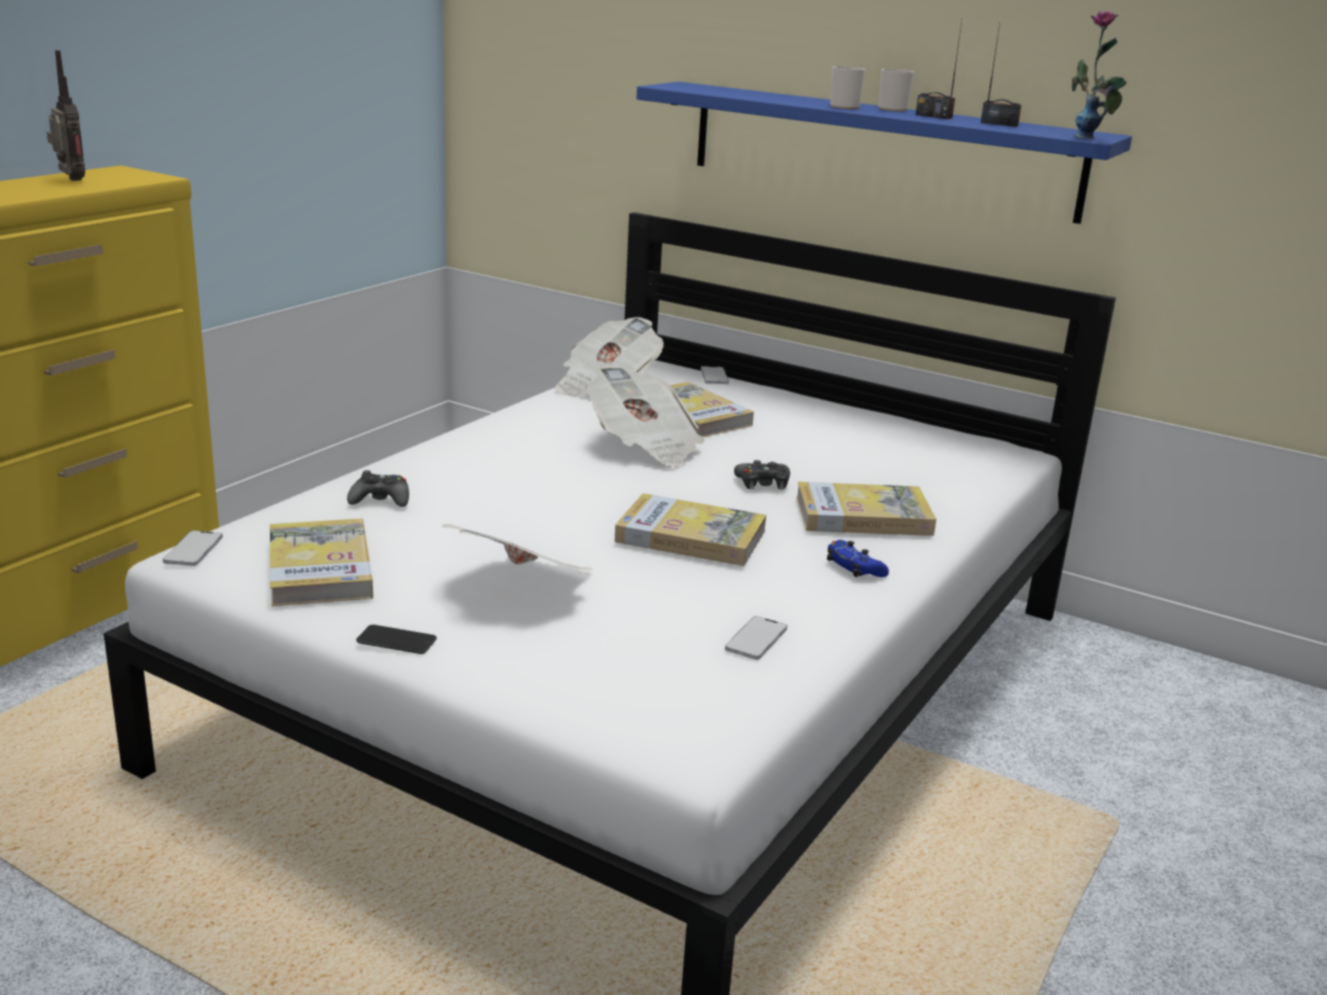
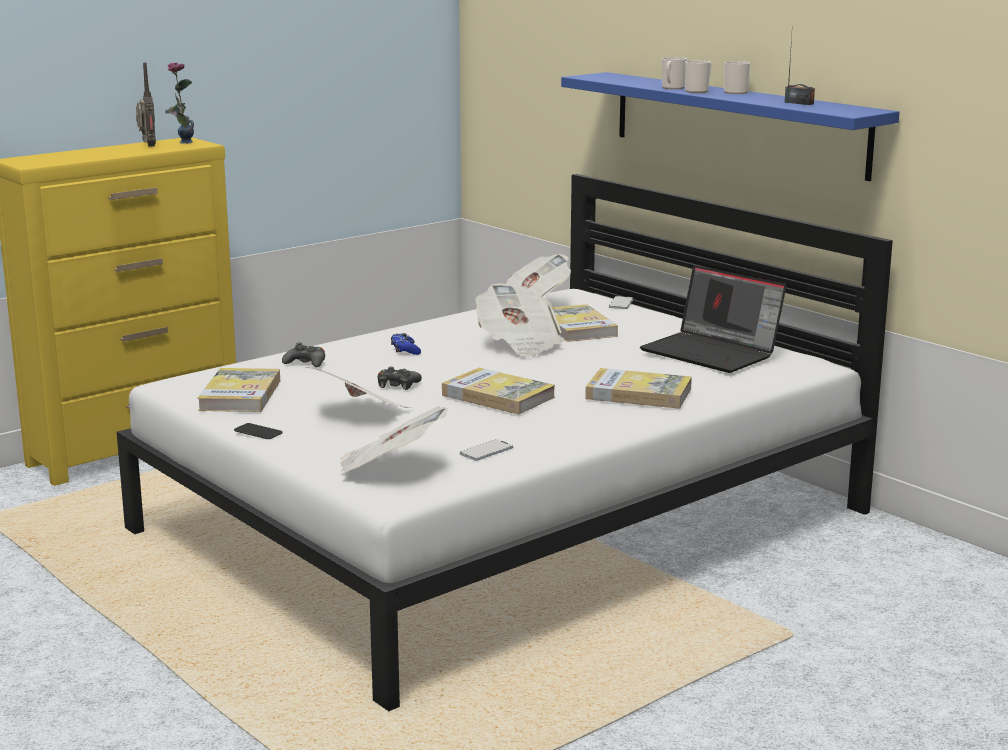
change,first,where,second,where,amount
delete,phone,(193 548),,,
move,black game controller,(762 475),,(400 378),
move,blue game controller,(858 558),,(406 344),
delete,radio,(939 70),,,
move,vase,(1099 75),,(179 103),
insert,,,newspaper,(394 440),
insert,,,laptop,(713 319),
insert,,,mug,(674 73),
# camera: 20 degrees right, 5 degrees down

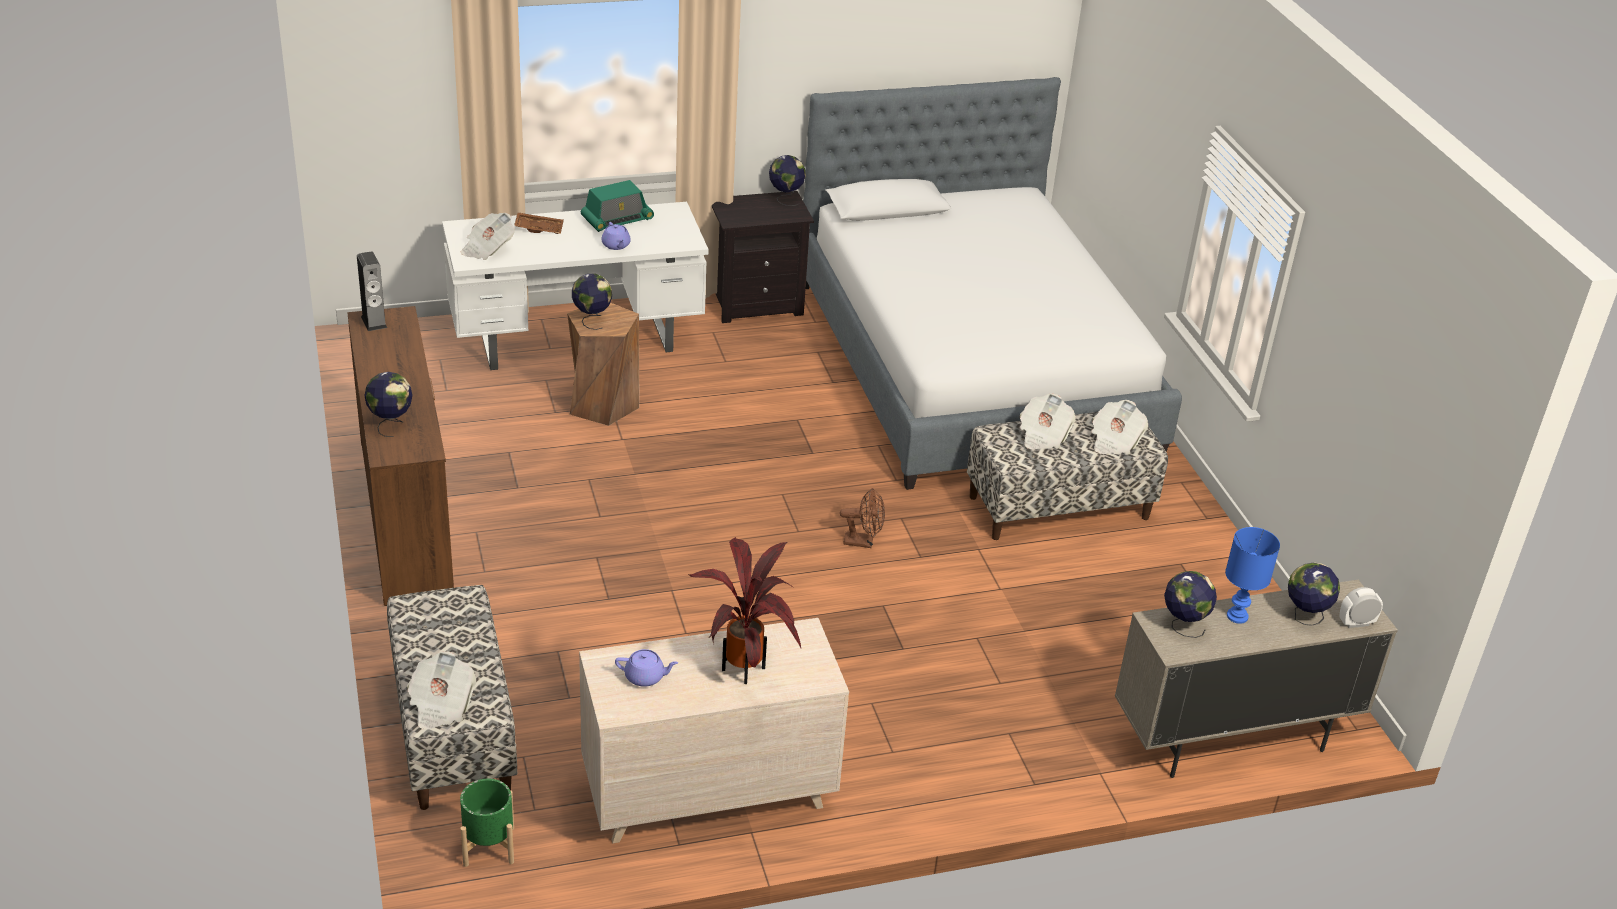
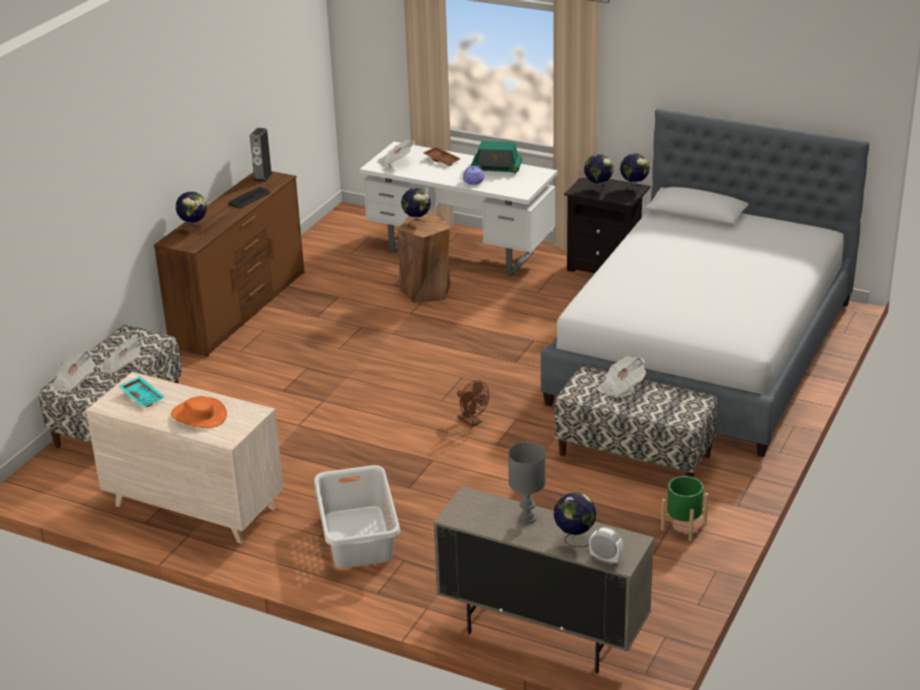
change,first,where,second,where,amount
move,green planter,(487 823),,(685 508),
replace,purple teapot,(646 668),turquoise tray,(142 392),
replace,potted plant,(744 610),orange hat,(199 412),
move,newspaper,(1119 427),,(121 356),
move,globe,(1190 604),,(598 174),
recolor,blue table lamp,(1252 575),grey table lamp,(527 483),
insert,,,keyboard,(249 197),
insert,,,grey laundry basket,(357 516),
# camera: 45 degrees right, 5 degrees down

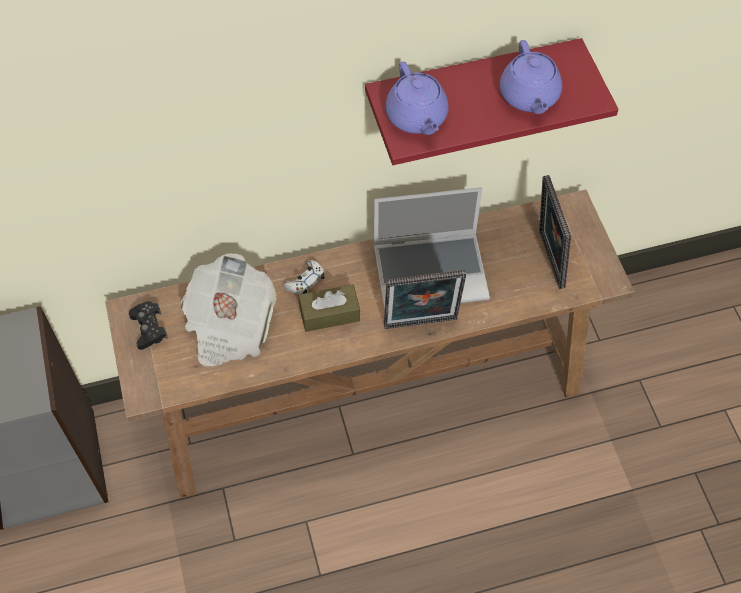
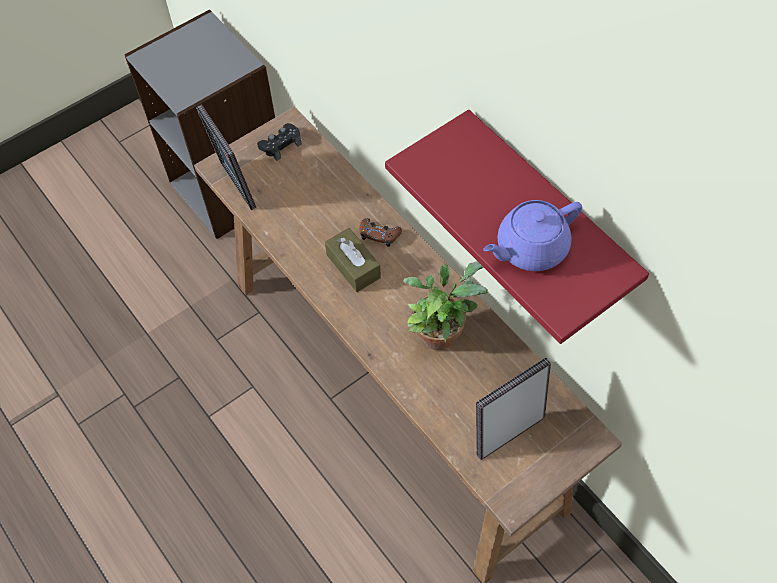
change,first,where,second,where,amount
delete,newspaper,(229 310),,,
recolor,white game controller,(304 277),brown game controller,(380 232),
replace,laptop,(432 249),potted plant,(445 305),
move,picture frame,(425 299),,(226 157),
delete,purple teapot,(417 98),,,
# camera: 70 degrees right, 0 degrees up

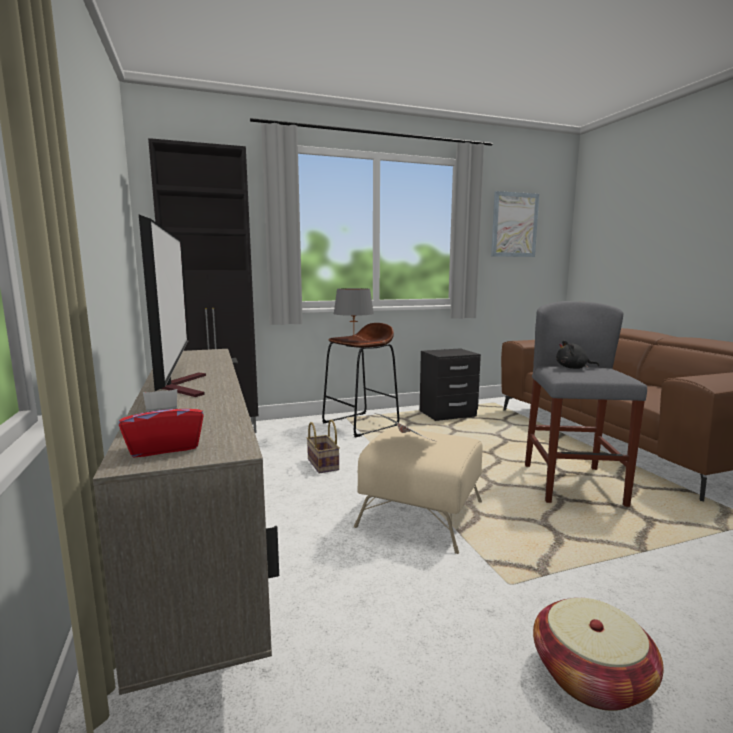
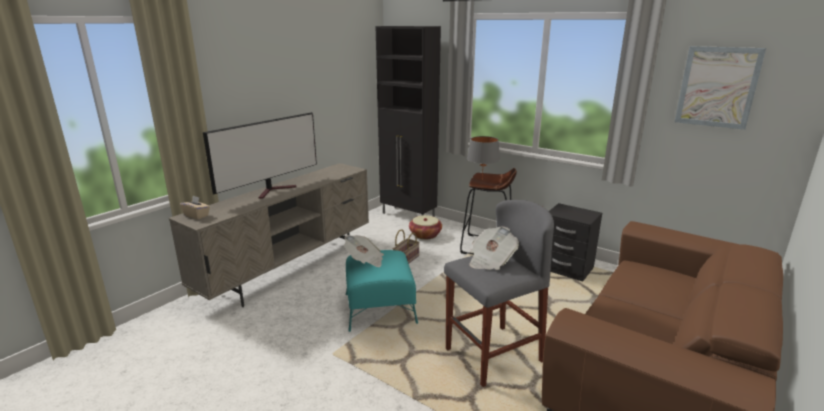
change,first,where,second,where,amount
recolor,red tissue box,(161 423),beige tissue box,(195 207),
recolor,beige ottoman,(418 490),turquoise ottoman,(382 291),
move,basket,(598 654),,(425 227),
replace,black plush toy,(577 354),newspaper,(494 248),
# camera: 55 degrees right, 10 degrees up

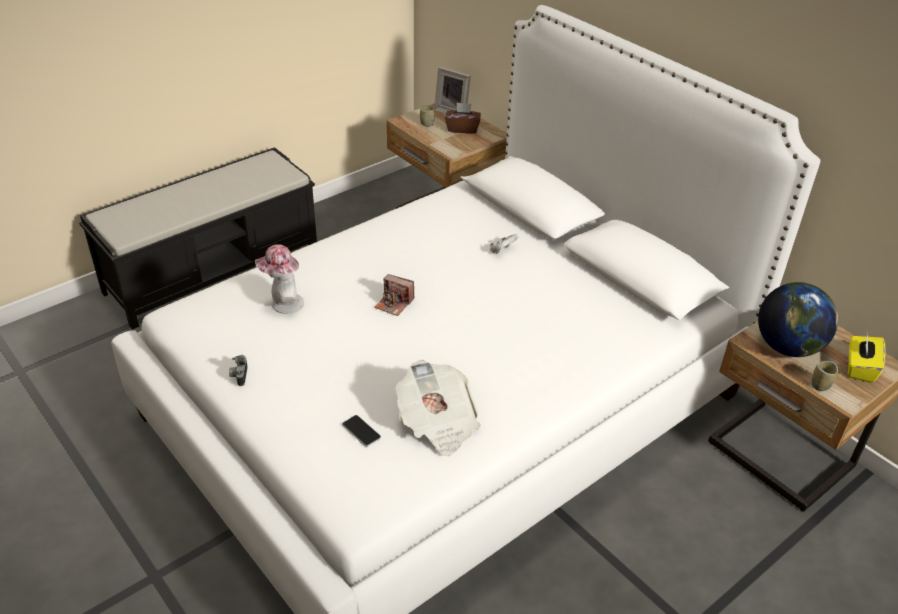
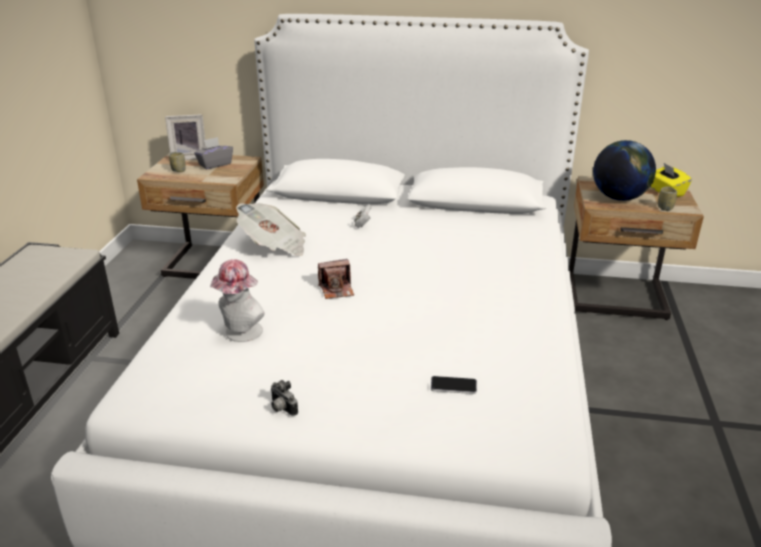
change,first,where,second,where,amount
move,newspaper,(438 408),,(271 229),
recolor,brown tissue box,(463 118),grey tissue box,(213 153),
# camera: 40 degrees left, 10 degrees down

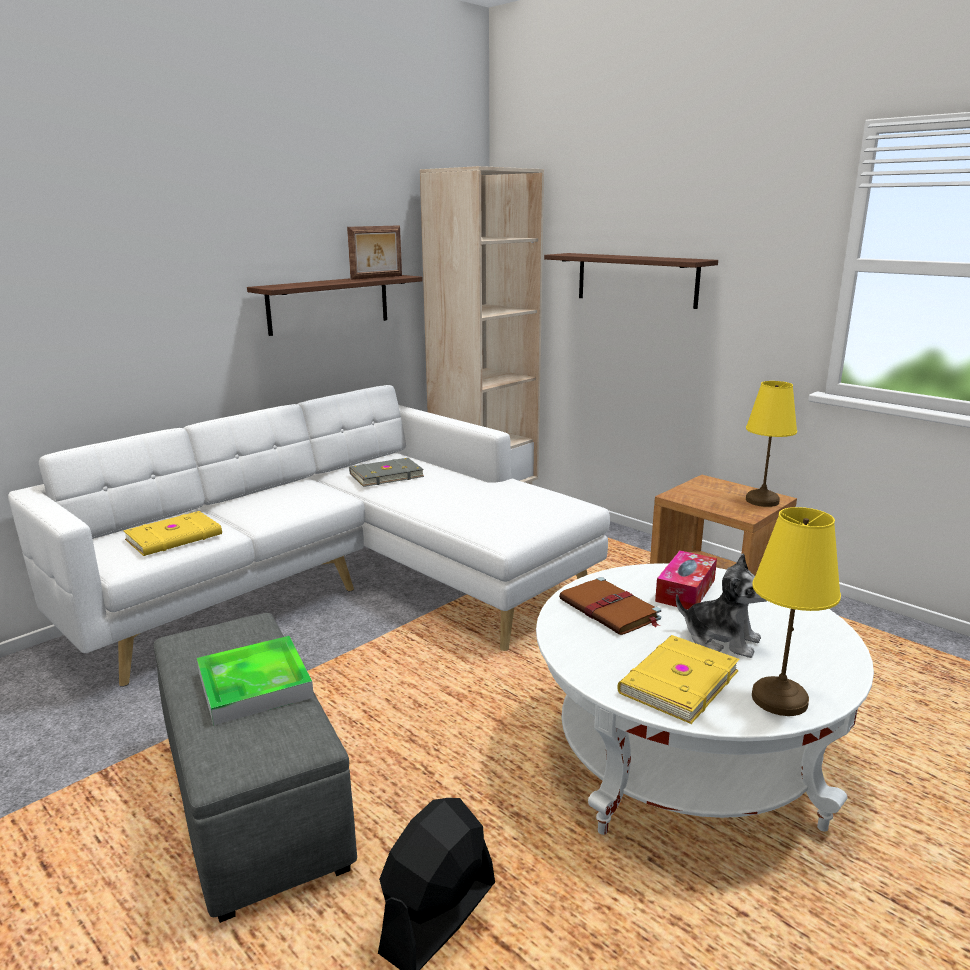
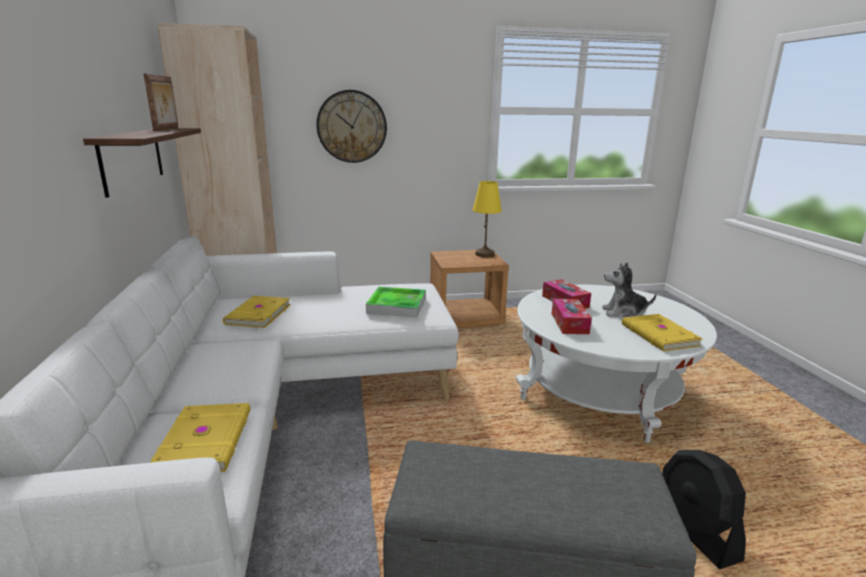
change,first,where,second,where,amount
move,tray,(255 681),,(396 302),
recolor,grey book,(386 472),yellow book,(257 312),
replace,shelf,(631 281),wall clock,(351 126),
replace,brown book,(610 606),tissue box,(572 316),
rotate,plush toy,(721 605),,(629 289),150 degrees counterclockwise
delete,yellow table lamp,(796 611),,,
# camera: 55 degrees left, 0 degrees up

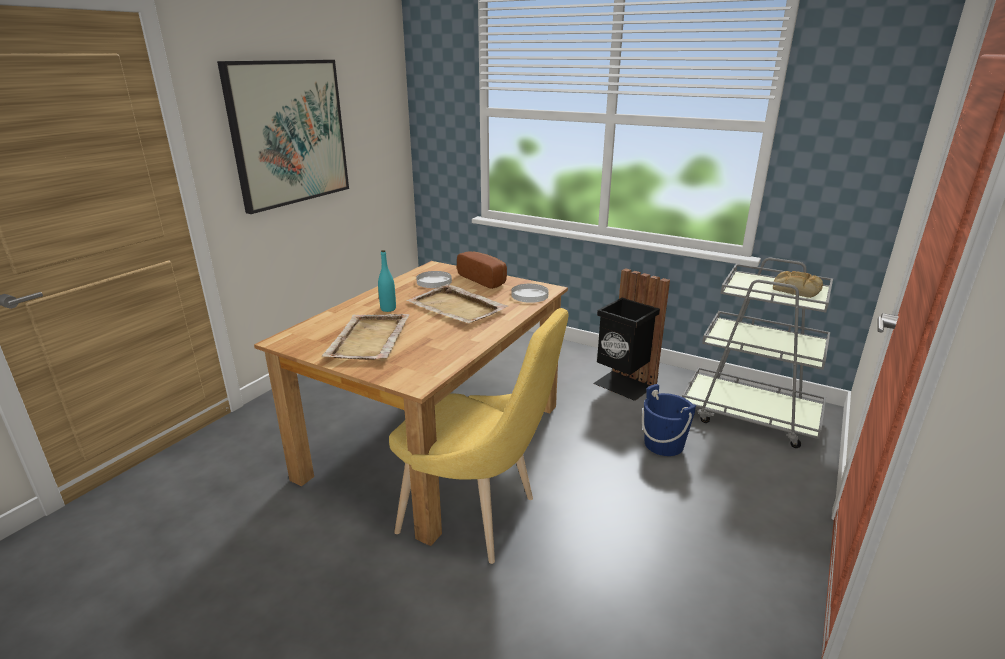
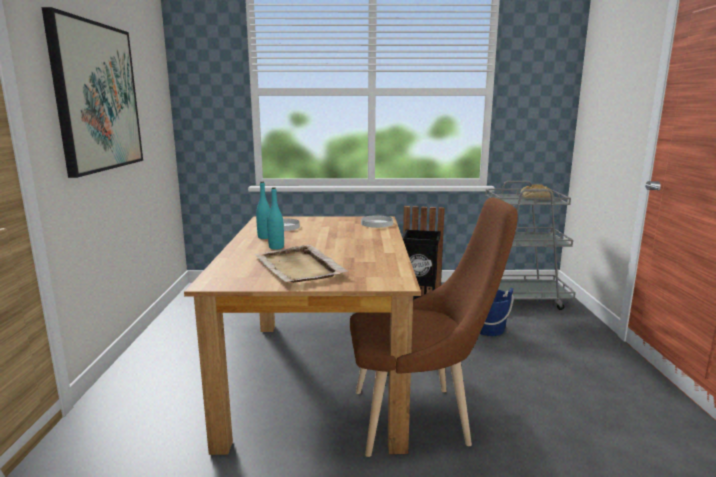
change,first,where,second,where,amount
recolor,yellow chair,(478 436),brown chair,(434 327),
delete,beige tray,(457 303),,,
delete,bread,(482 270),,,
insert,,,turquoise bottle,(263 210),
# camera: 30 degrees left, 10 degrees down

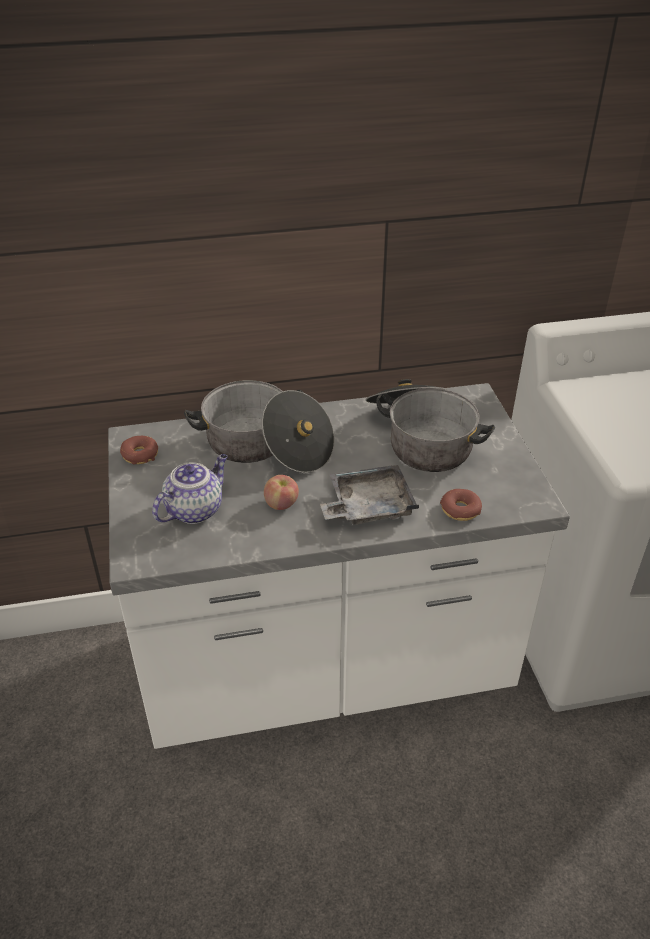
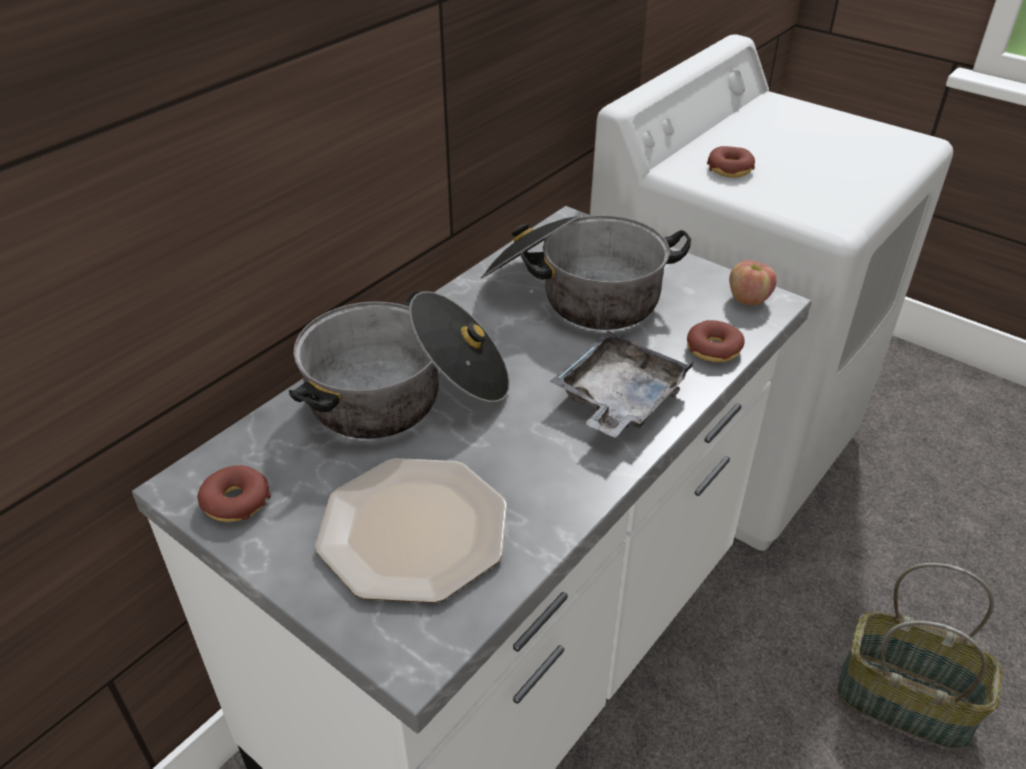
change,first,where,second,where,amount
replace,teapot,(190 489),plate,(411 530),
move,apple,(281 492),,(753 282),
insert,,,donut,(731 162),
insert,,,basket,(919 656),
# camera: 40 degrees left, 0 degrees up

